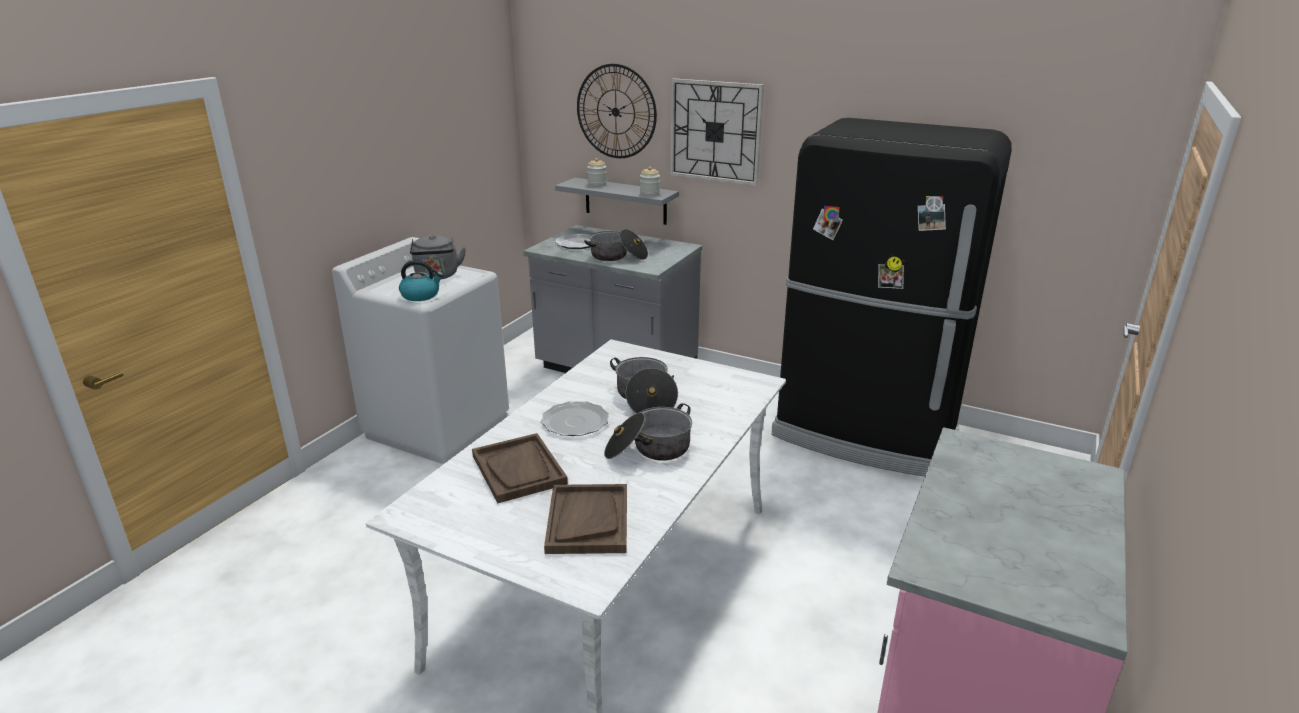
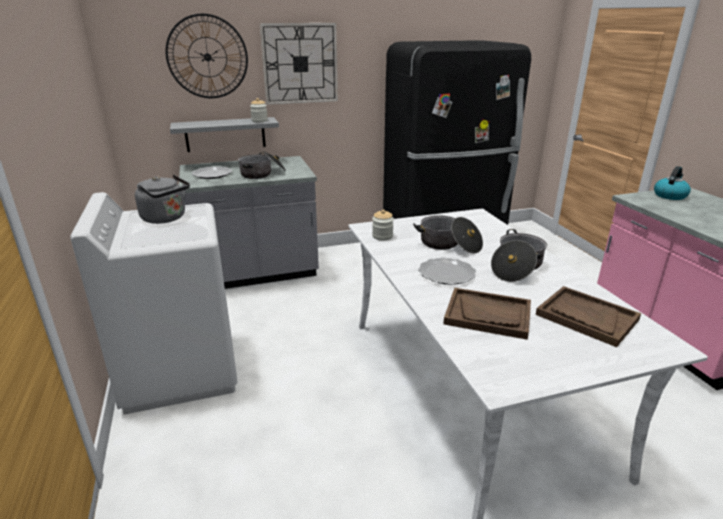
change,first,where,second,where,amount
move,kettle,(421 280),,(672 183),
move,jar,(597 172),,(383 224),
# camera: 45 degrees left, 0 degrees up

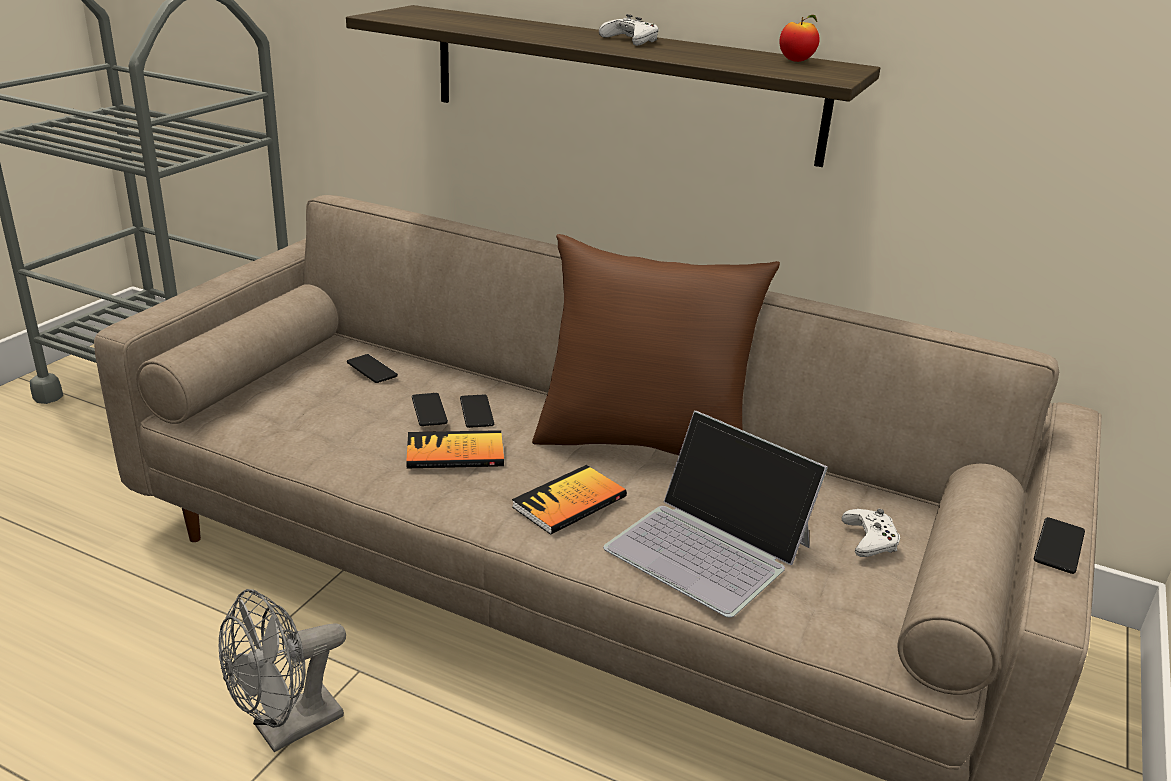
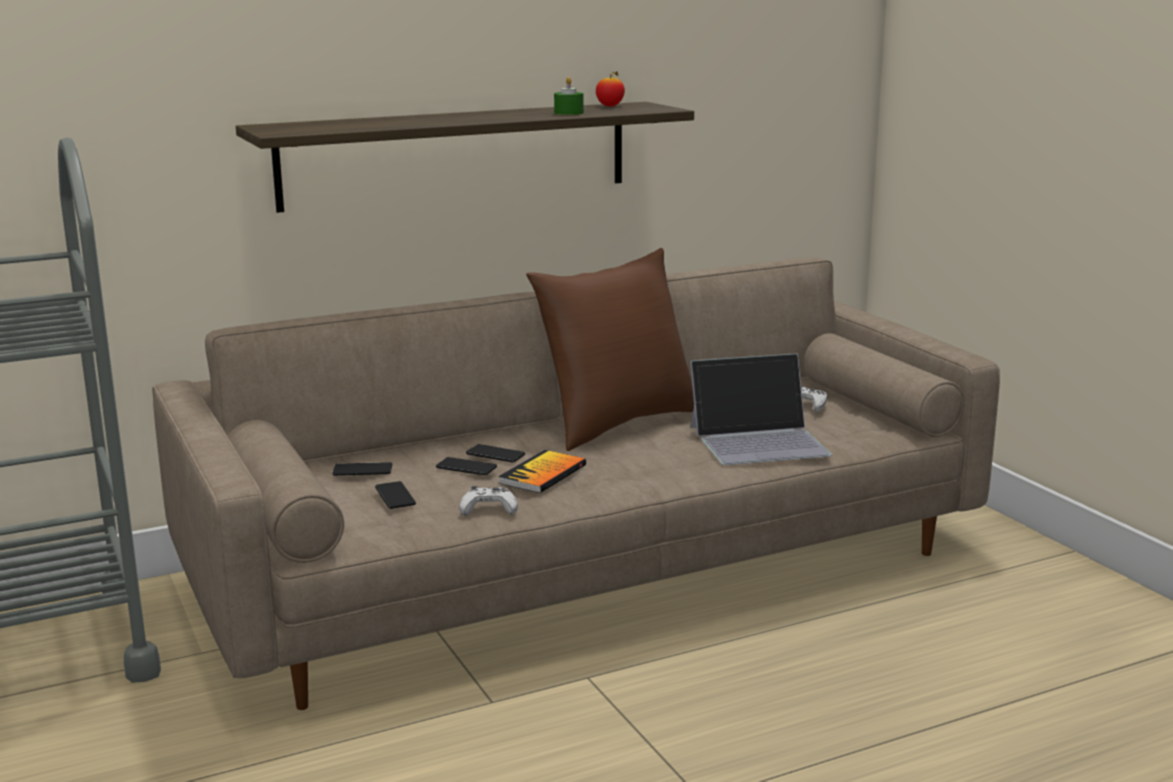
change,first,where,second,where,amount
delete,grey fan,(282 670),,,
delete,book,(569 500),,,
move,white game controller,(629 30),,(488 501),
move,phone,(1059 545),,(395 495),
insert,,,green candle,(569 96),
# camera: 50 degrees left, 10 degrees down

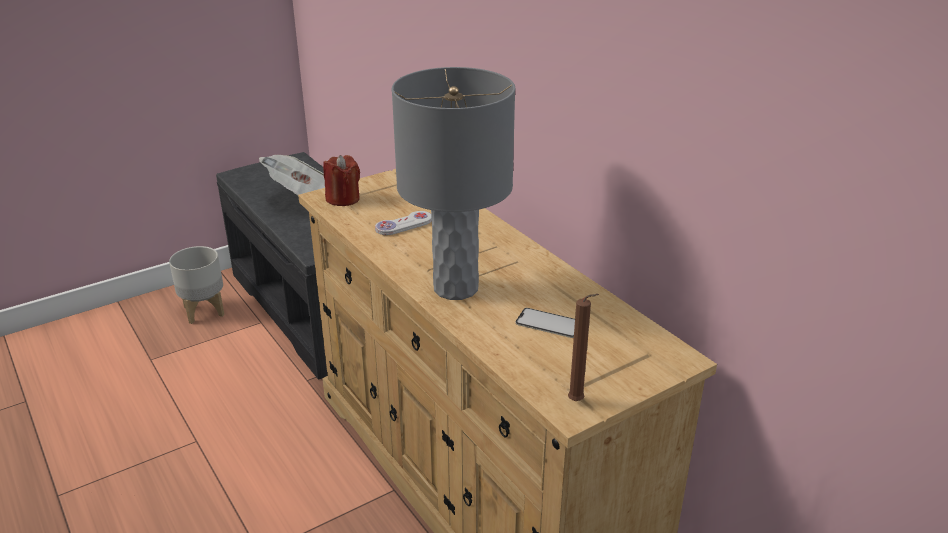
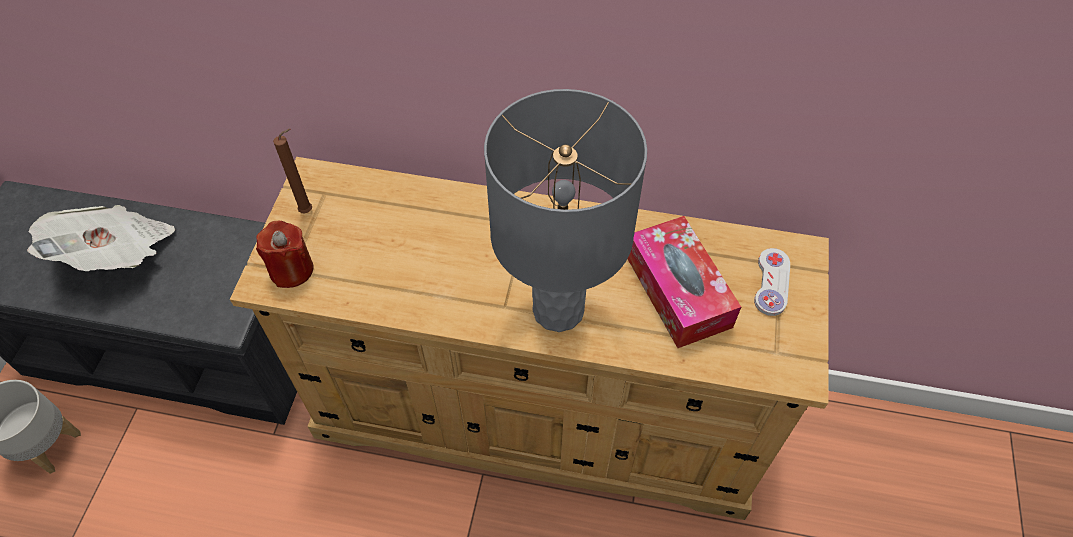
change,first,where,second,where,amount
move,white game controller,(403 223),,(772 282),
replace,phone,(545 323),tissue box,(684 282),
move,brown candle,(583 347),,(292 171),
# camera: 45 degrees left, 25 degrees up

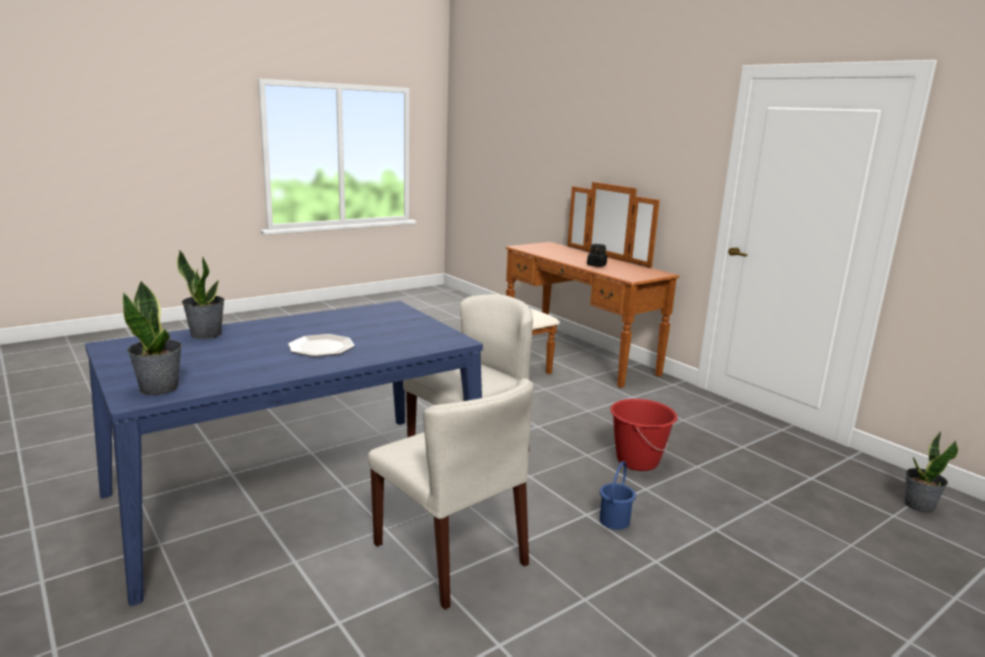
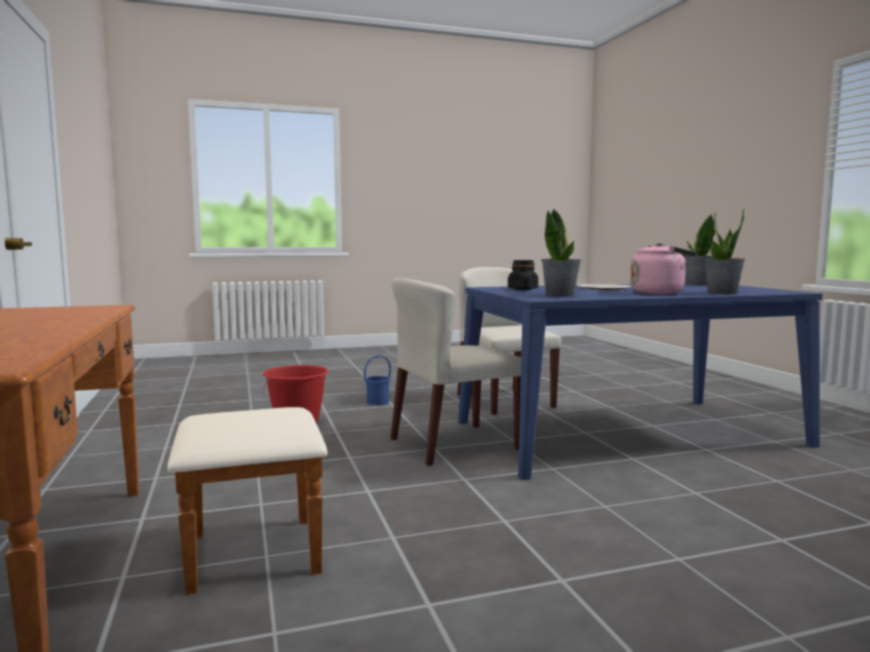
change,first,where,second,where,amount
move,black jar,(597 255),,(523 275),
move,potted plant,(931 472),,(561 252),
insert,,,pink kettle,(663 268),
# camera: 160 degrees left, 10 degrees down

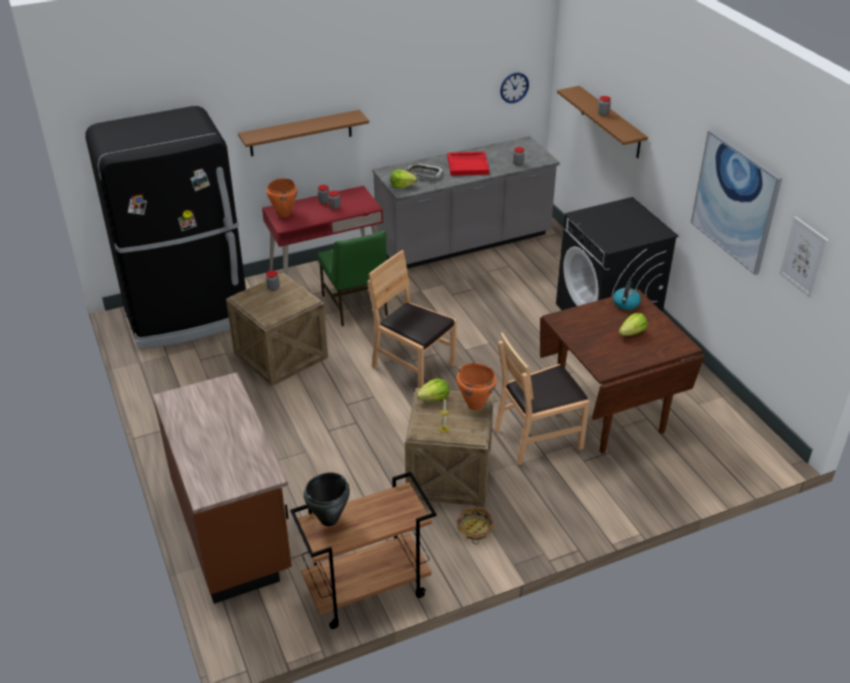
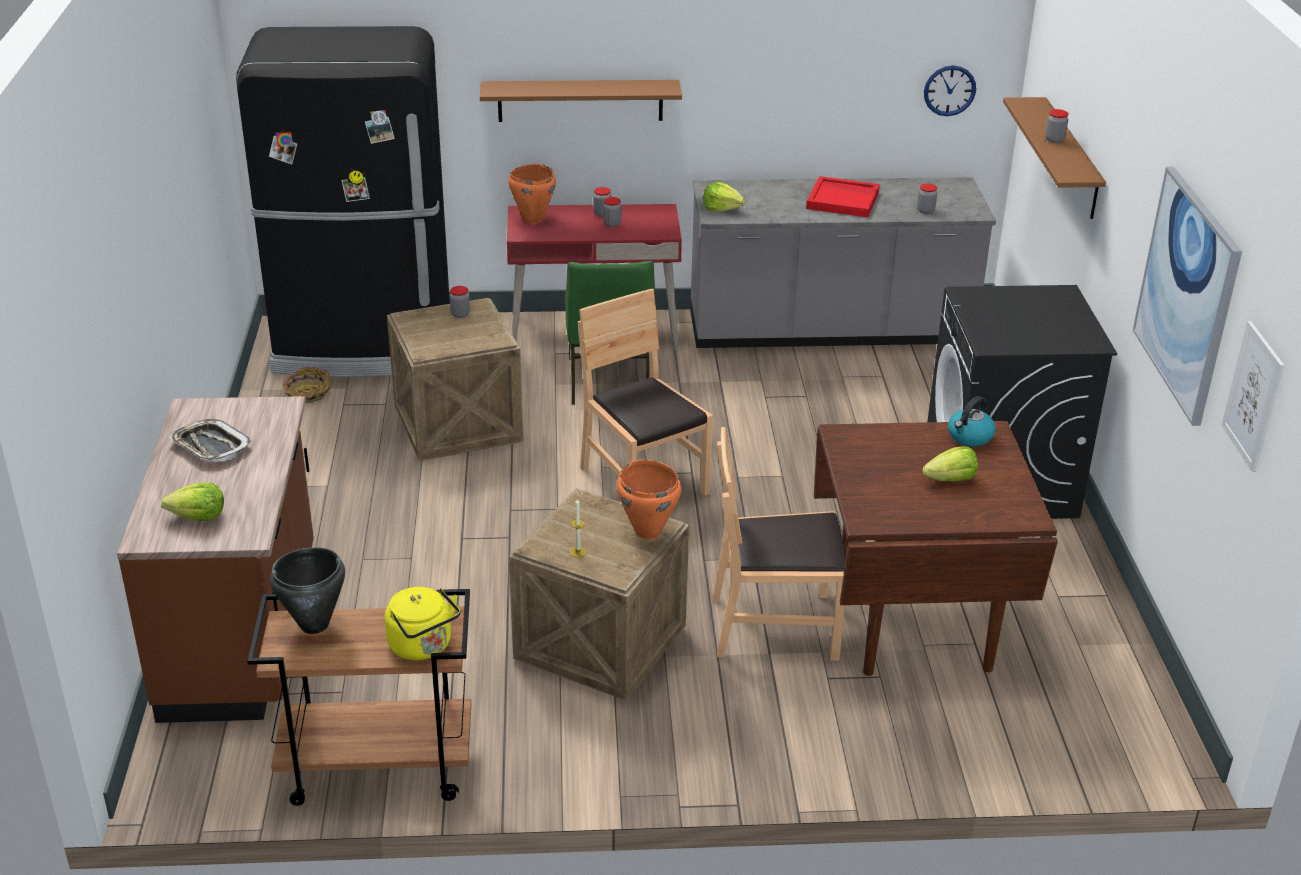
change,first,where,second,where,amount
move,tray,(424 170),,(210 440),
move,lettuce,(432 390),,(192 501),
move,basket,(475 525),,(307 385),
insert,,,yellow kettle,(422 623),
# camera: 20 degrees right, 5 degrees down

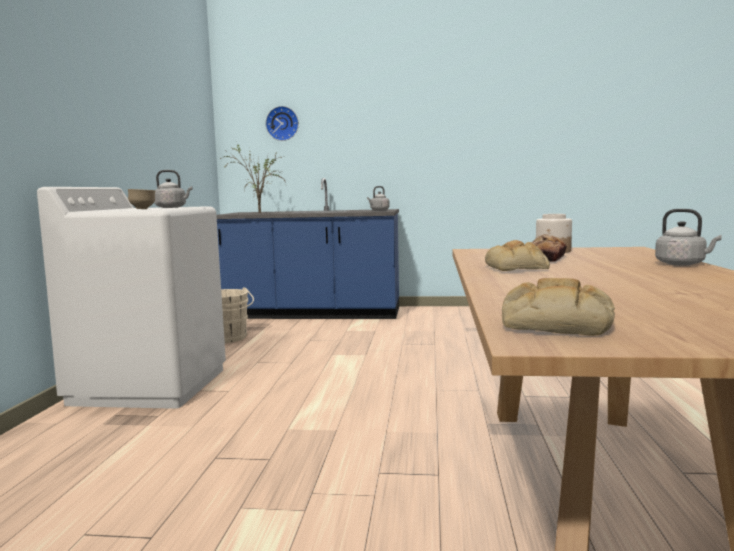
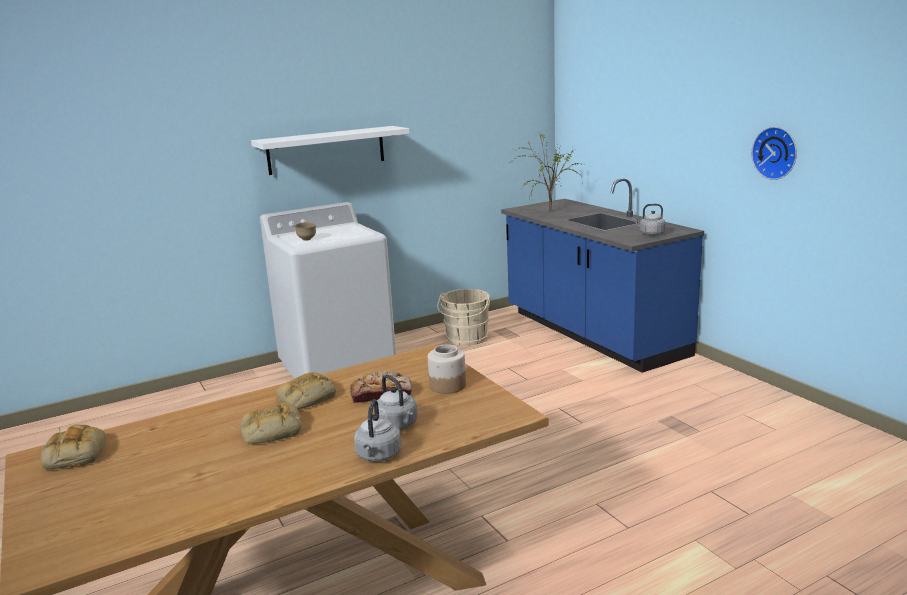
change,first,where,second,where,amount
move,grey kettle,(173 189),,(396 402),
move,wall clock,(282 123),,(774 153),
insert,,,bread,(271 424),
insert,,,white shelf,(330 150),
# camera: 55 degrees right, 10 degrees up

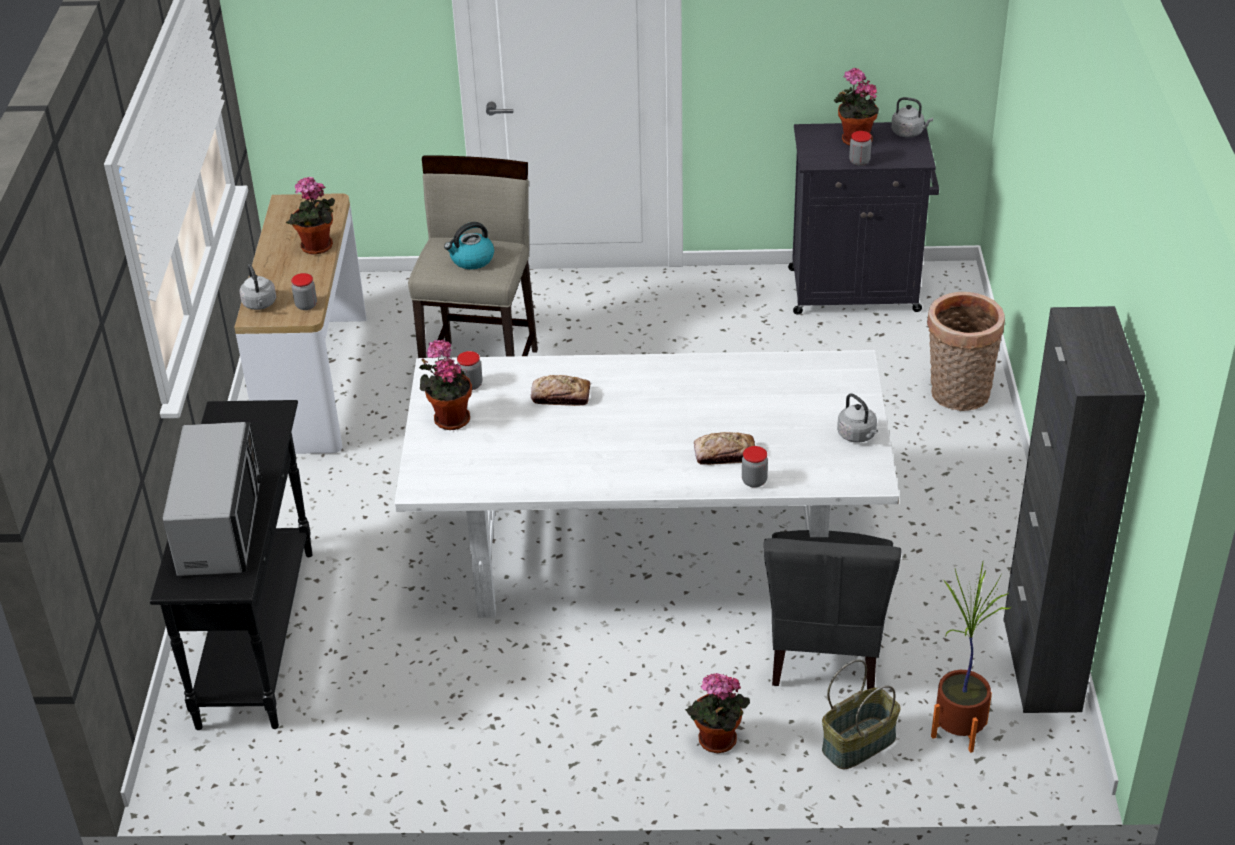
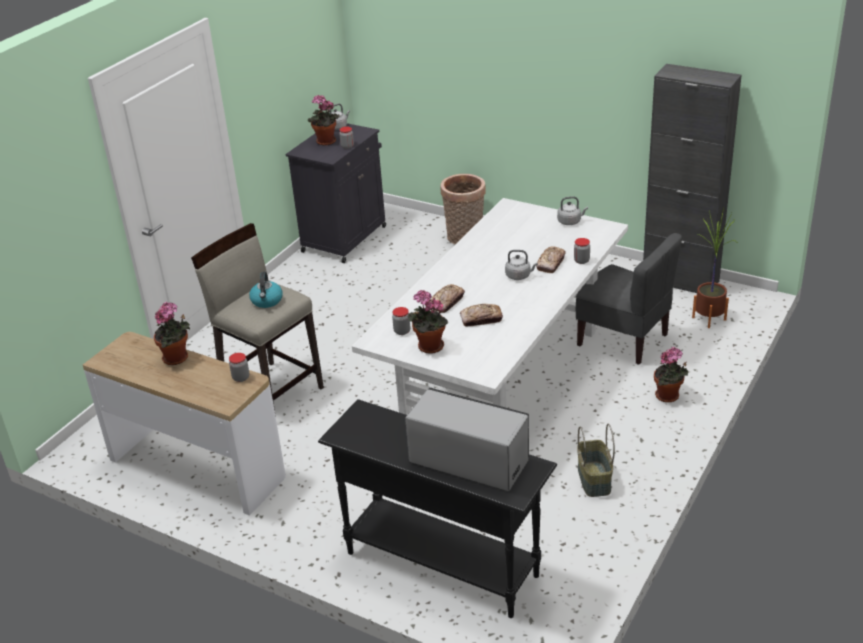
change,first,where,second,where,amount
move,grey kettle,(258 287),,(521 265),
move,basket,(861 714),,(596 460),
insert,,,bread,(481 315),
# camera: 60 degrees left, 5 degrees down

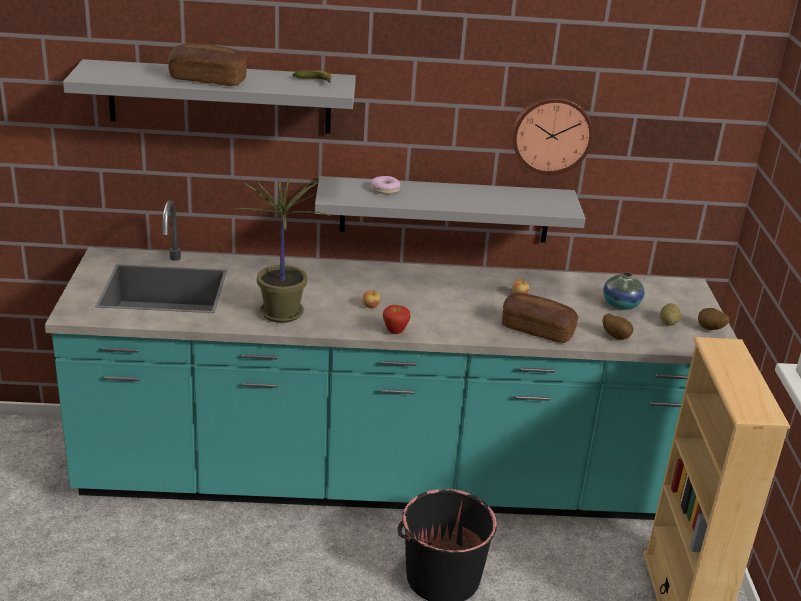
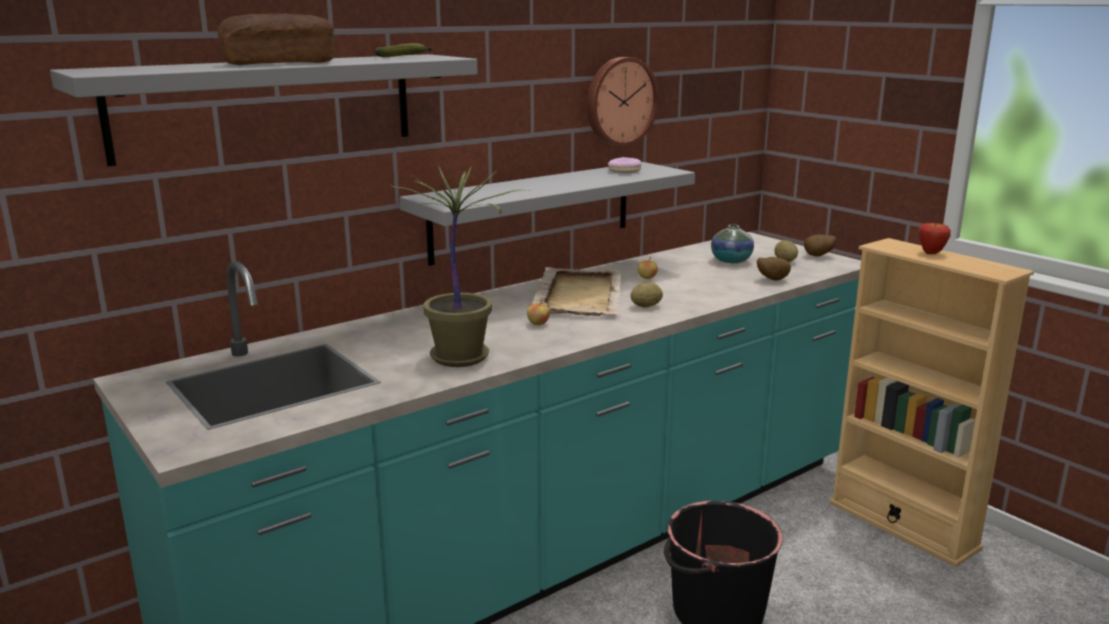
change,first,where,second,where,amount
move,donut,(385 185),,(625 165),
move,apple,(396 319),,(935 238),
delete,bread,(540 318),,,
insert,,,beige tray,(577 291),
insert,,,potato,(647 294),
# camera: 35 degrees left, 10 degrees down

